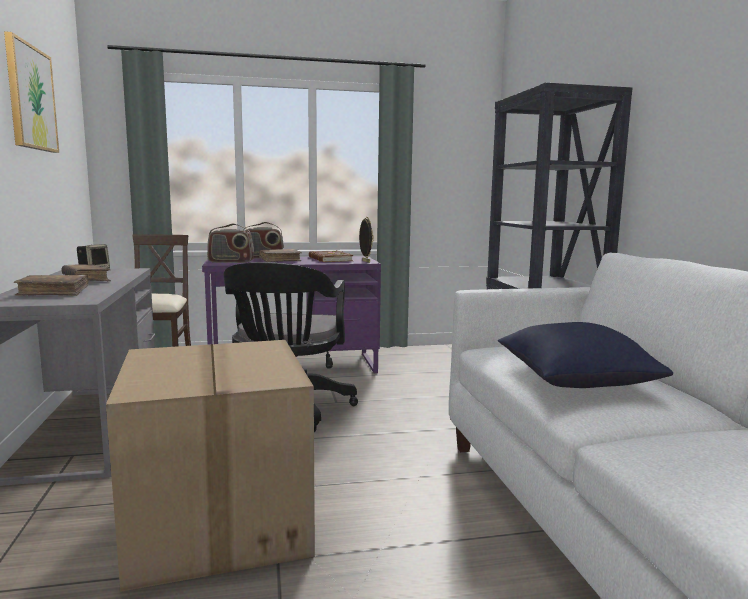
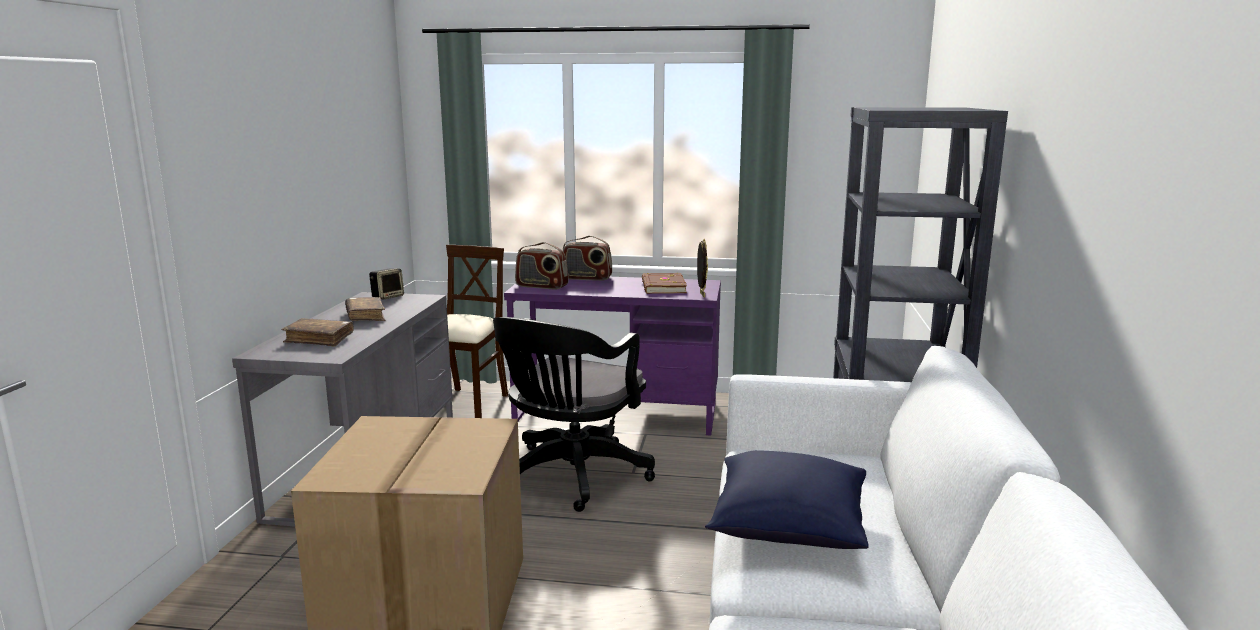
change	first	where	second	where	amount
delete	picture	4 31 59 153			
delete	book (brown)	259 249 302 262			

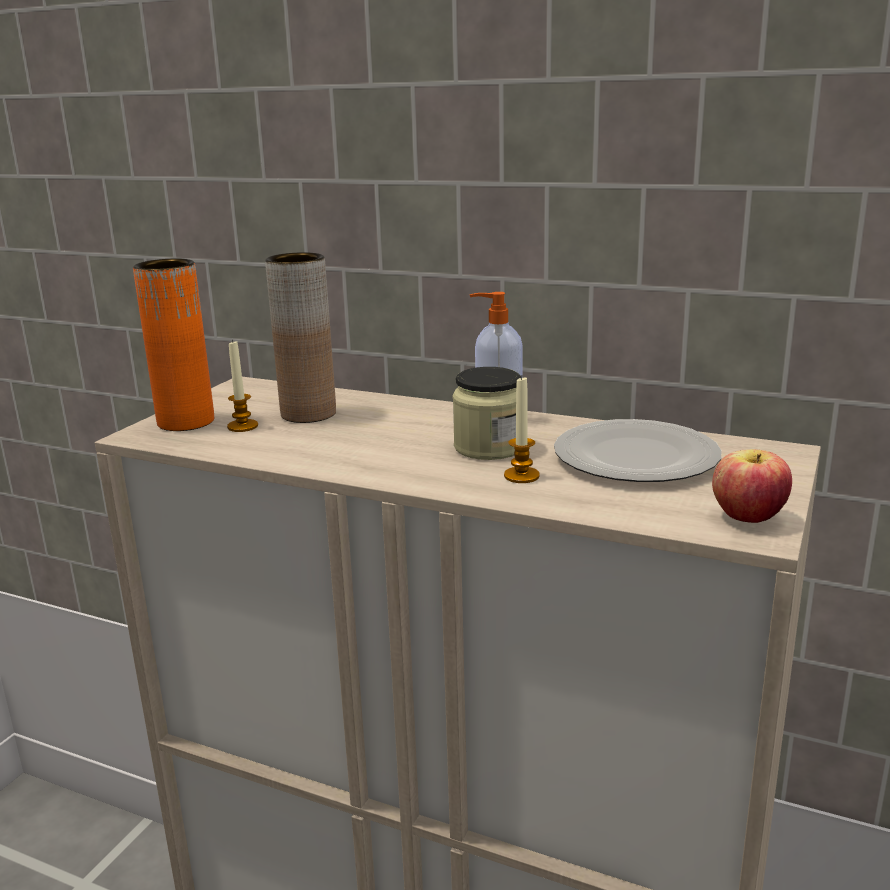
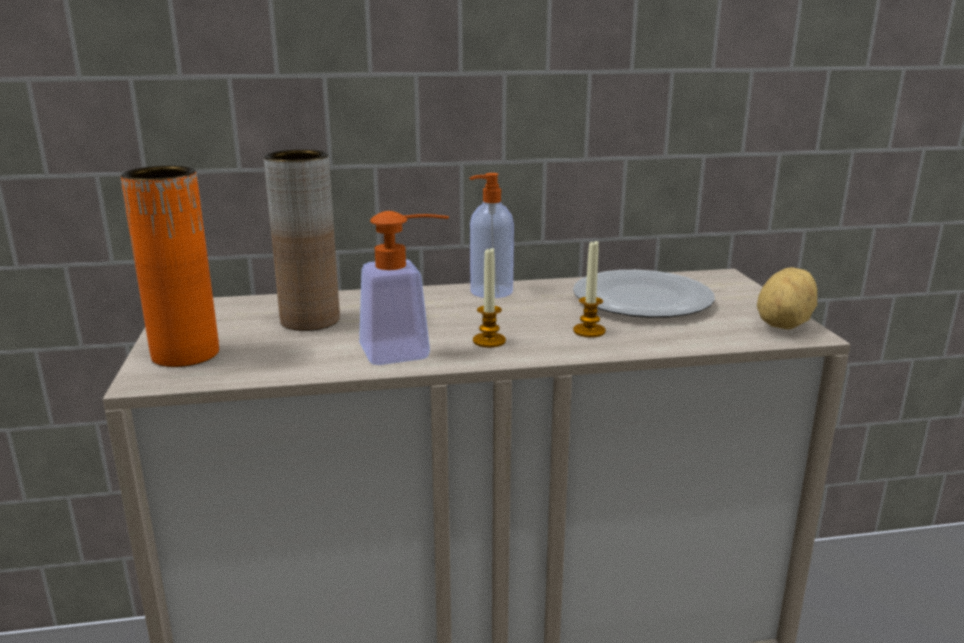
change	first	where	second	where	amount
move	candle	227 339 258 432		473 246 506 348	
delete	jar	452 367 521 460			
replace	apple	712 449 792 523	potato	757 267 817 330	
insert			soap dispenser	359 211 449 365	

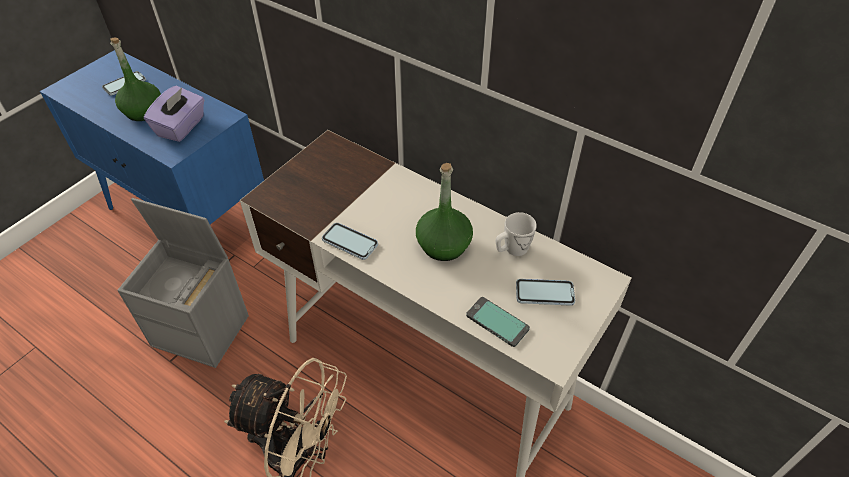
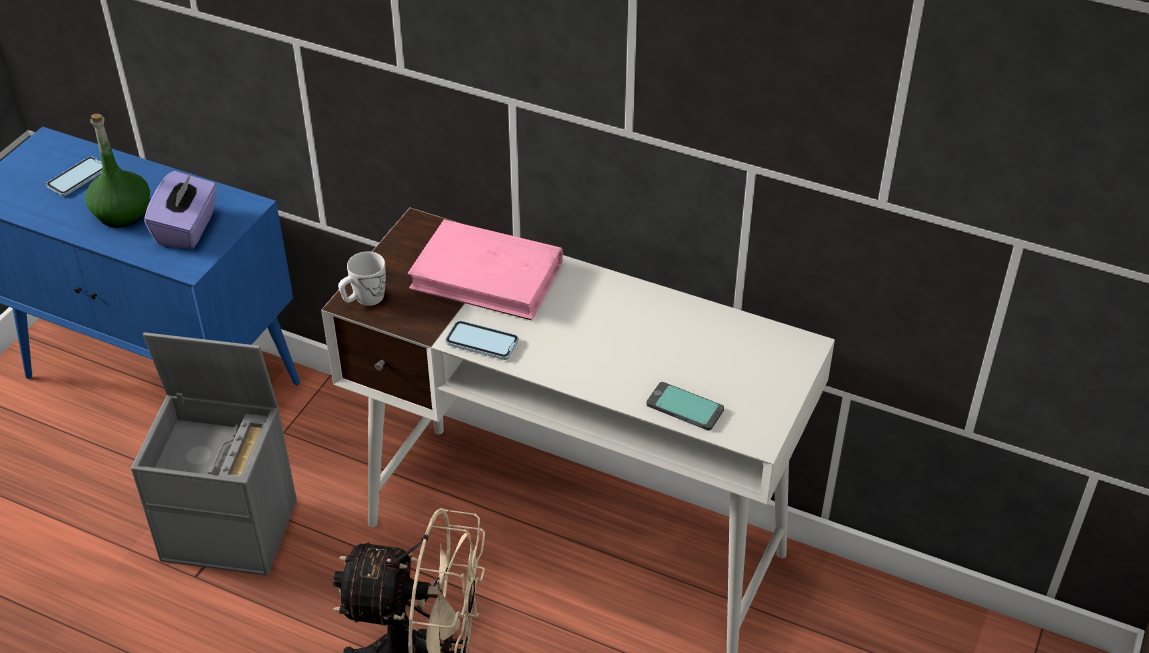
change	first	where	second	where	amount
delete	bottle (green)	416 163 473 261			
move	mug (white)	495 212 537 256		338 251 386 306	
delete	phone	516 279 575 306			
insert			book (pink)	408 219 563 320	

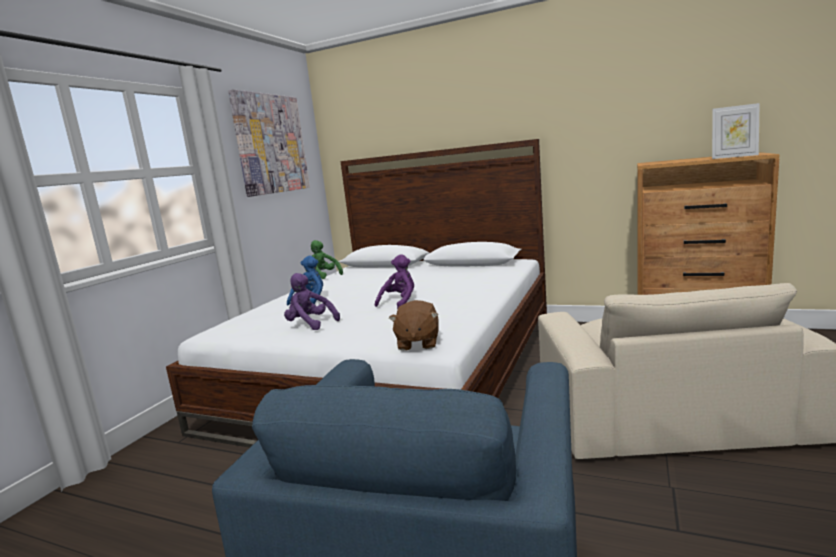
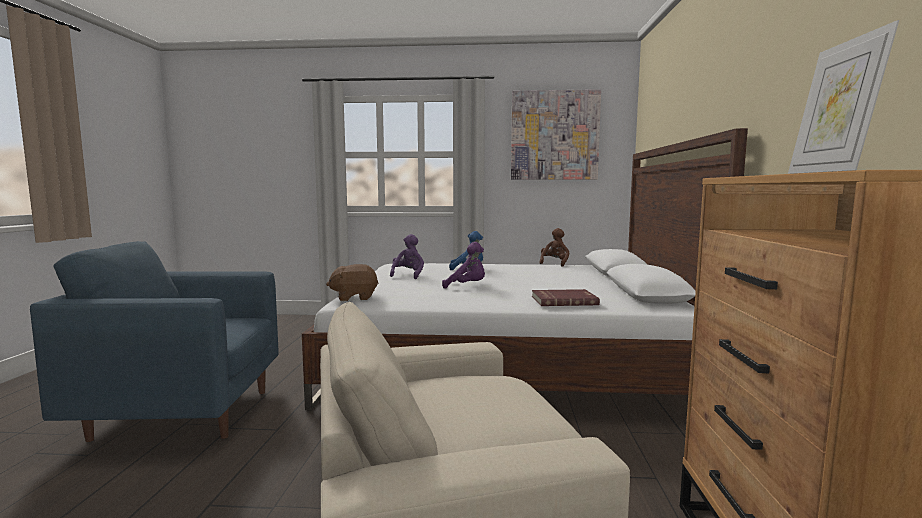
change	first	where	second	where	amount
recolor	plush toy (green)	306 240 343 279	plush toy (brown)	540 228 569 267	
insert			book (red)	532 289 600 306	

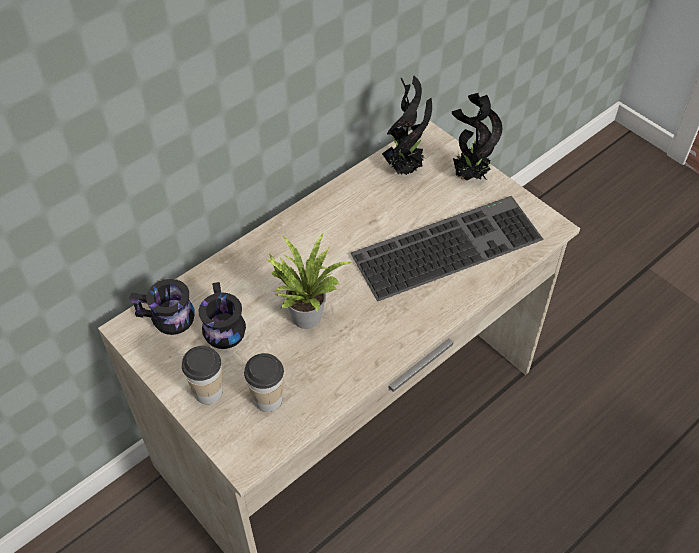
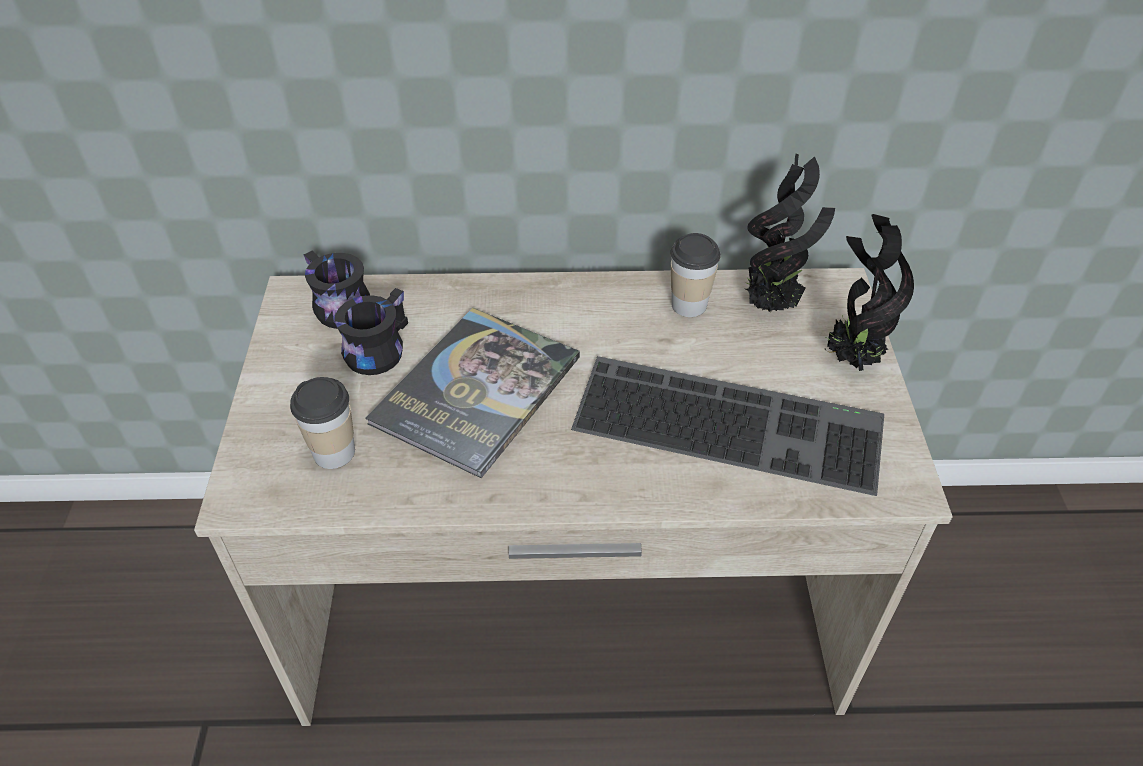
change	first	where	second	where	amount
replace	potted plant	265 234 352 329	book	365 308 580 478	
move	cup	182 346 223 404		670 233 721 317	

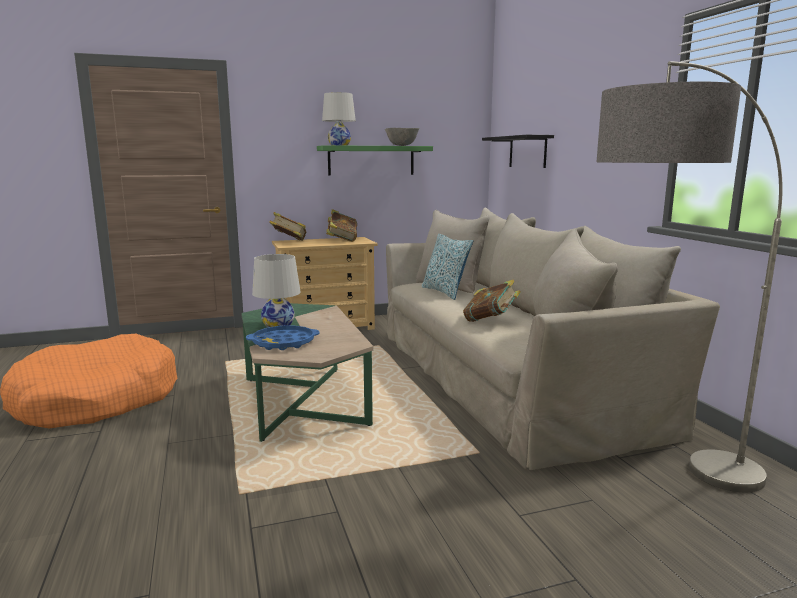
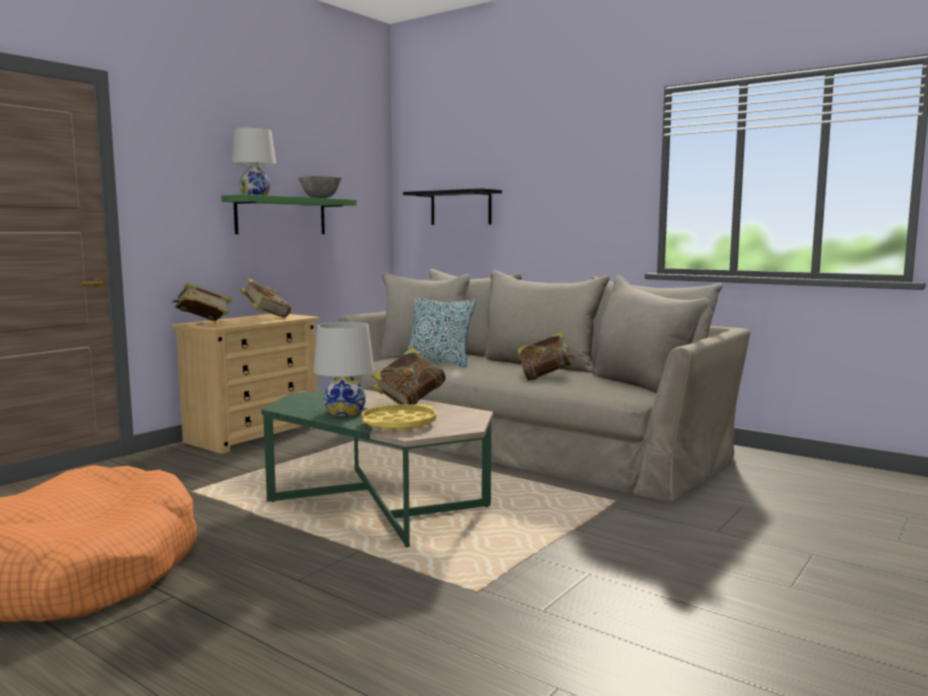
change	first	where	second	where	amount
delete	floor lamp	596 61 783 492			
recolor	tray (blue)	246 325 320 350	tray (yellow)	361 404 436 432	
insert			book	372 347 446 405	

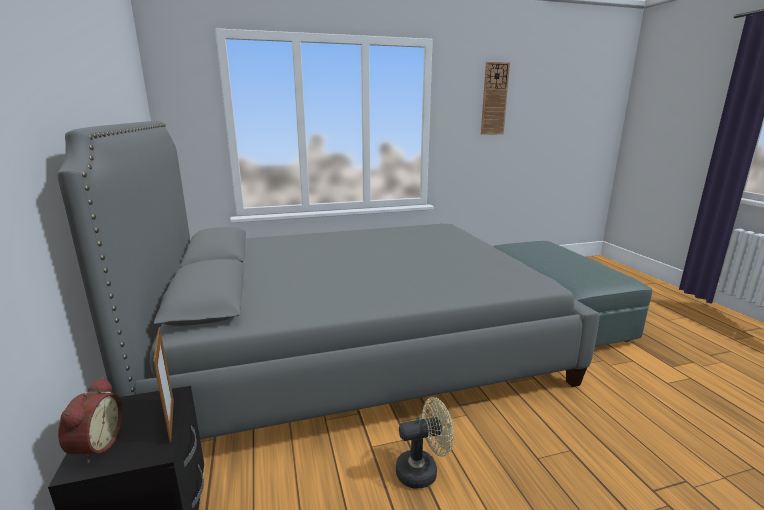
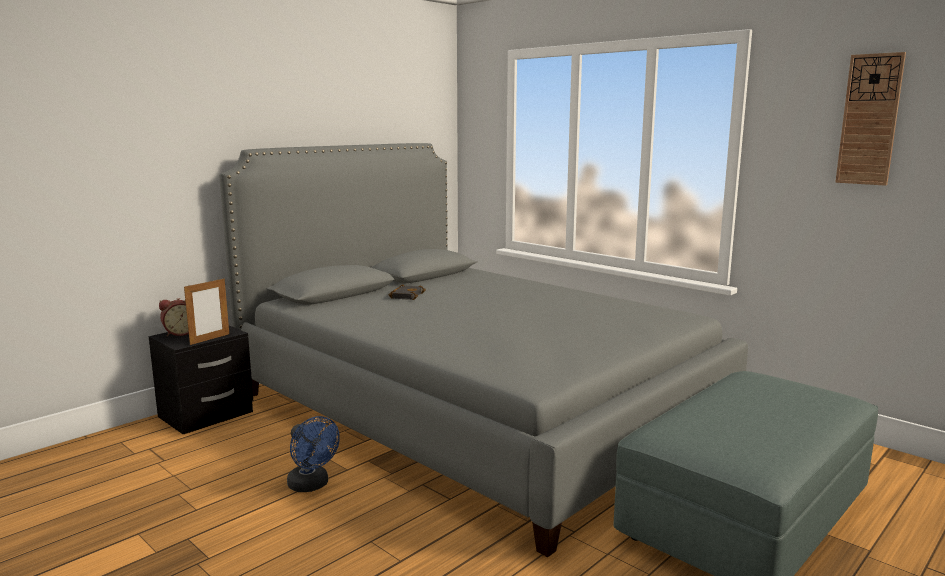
change	first	where	second	where	amount
recolor	fan (beige)	396 397 454 489	fan (blue)	287 416 340 492	
insert			book (black)	389 284 426 300	

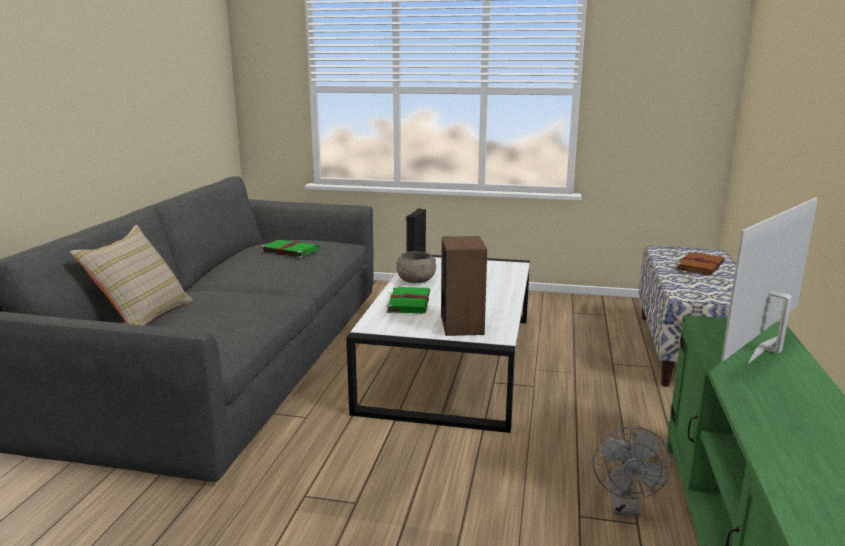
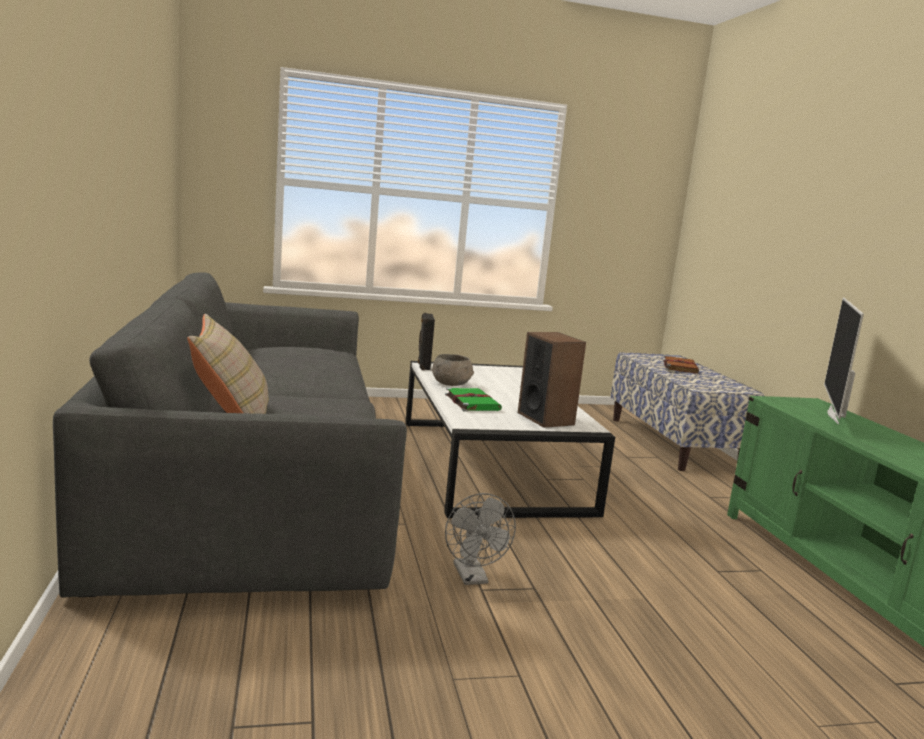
change	first	where	second	where	amount
delete	book (green)	261 240 319 258			
move	fan (grey)	593 427 672 517		445 493 516 585	

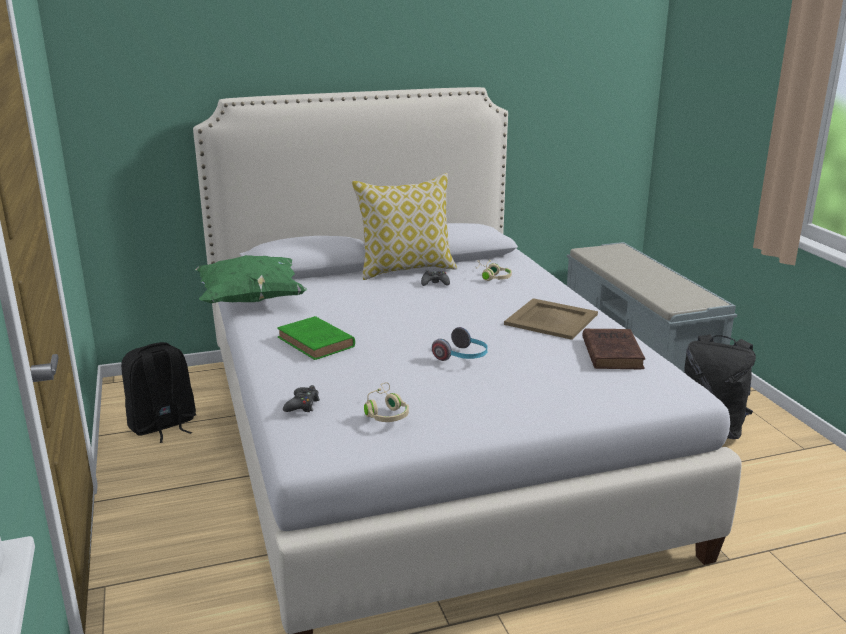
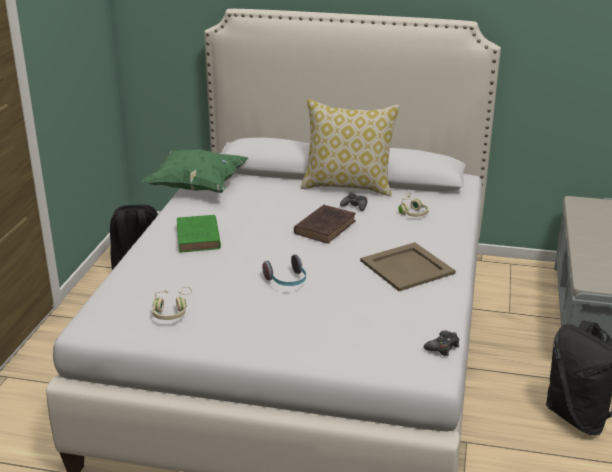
change	first	where	second	where	amount
move	book (brown)	582 328 645 369		294 205 356 243	
move	game controller (black)	283 385 320 412		424 330 460 356	

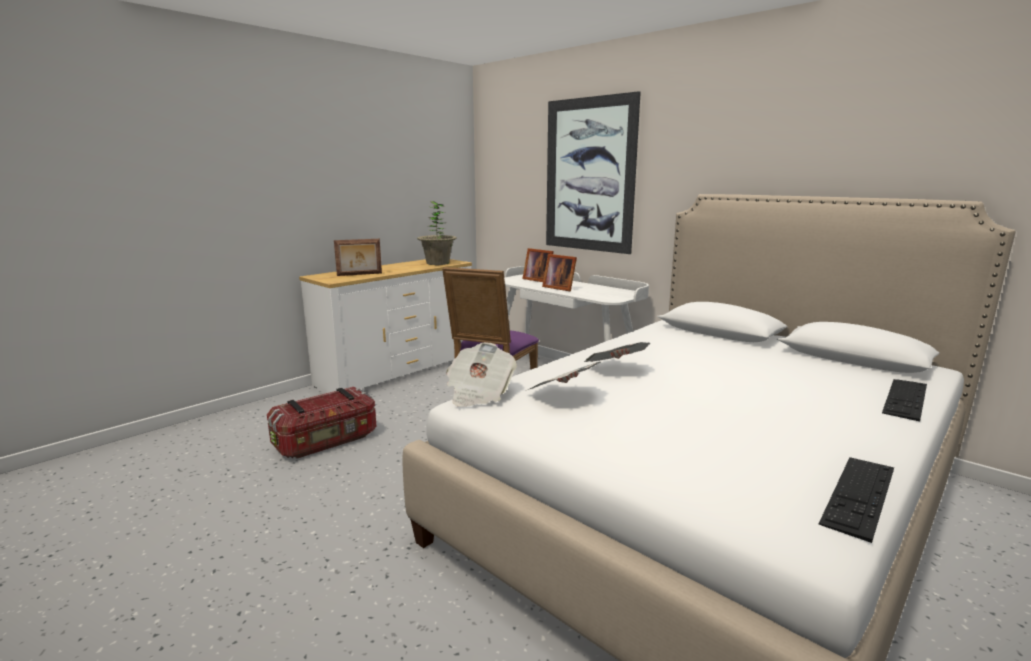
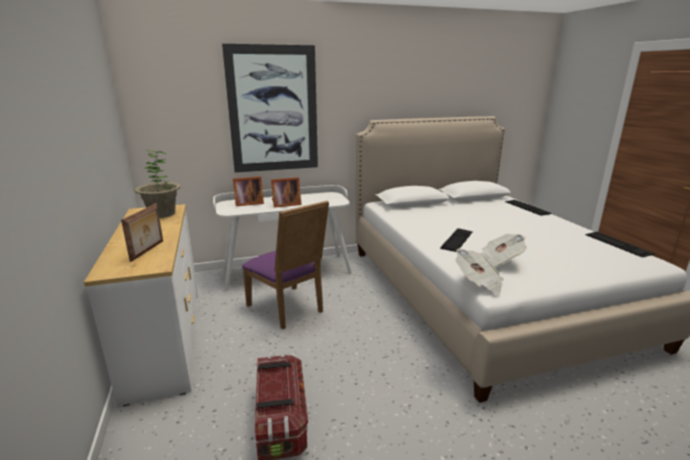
change	first	where	second	where	amount
replace	newspaper	584 342 651 362	keyboard	440 228 472 252	

